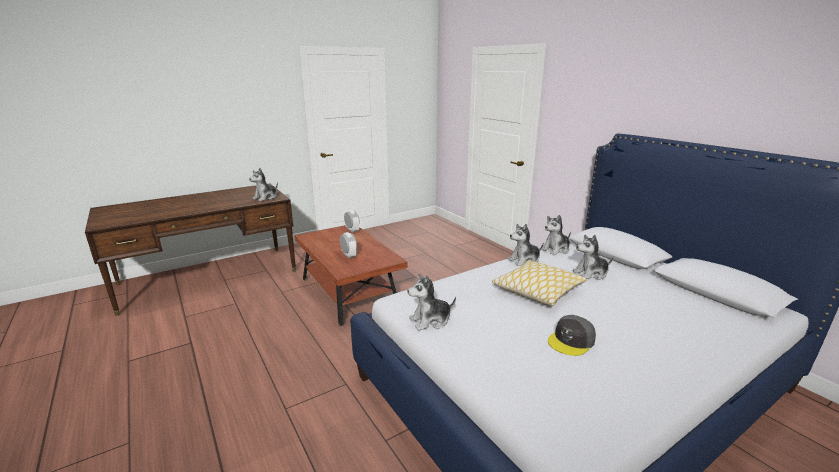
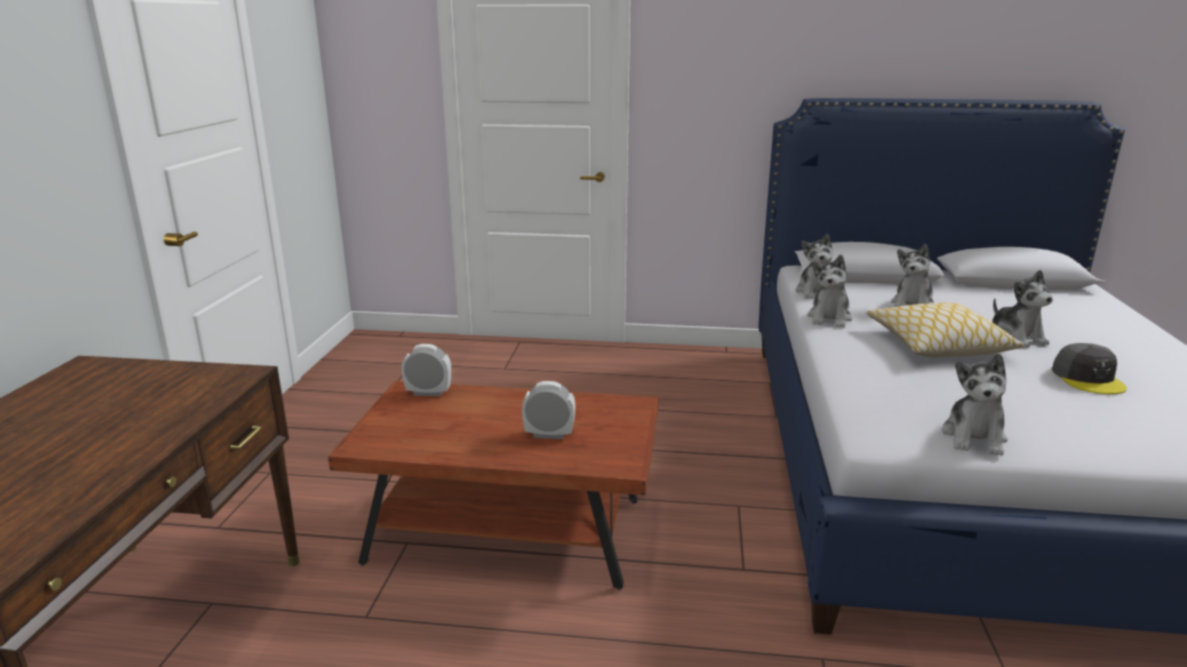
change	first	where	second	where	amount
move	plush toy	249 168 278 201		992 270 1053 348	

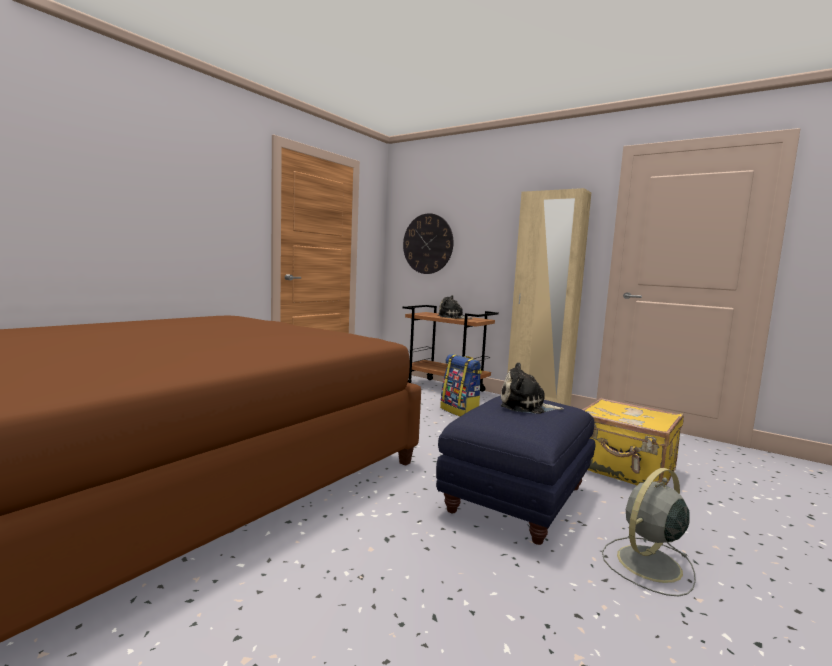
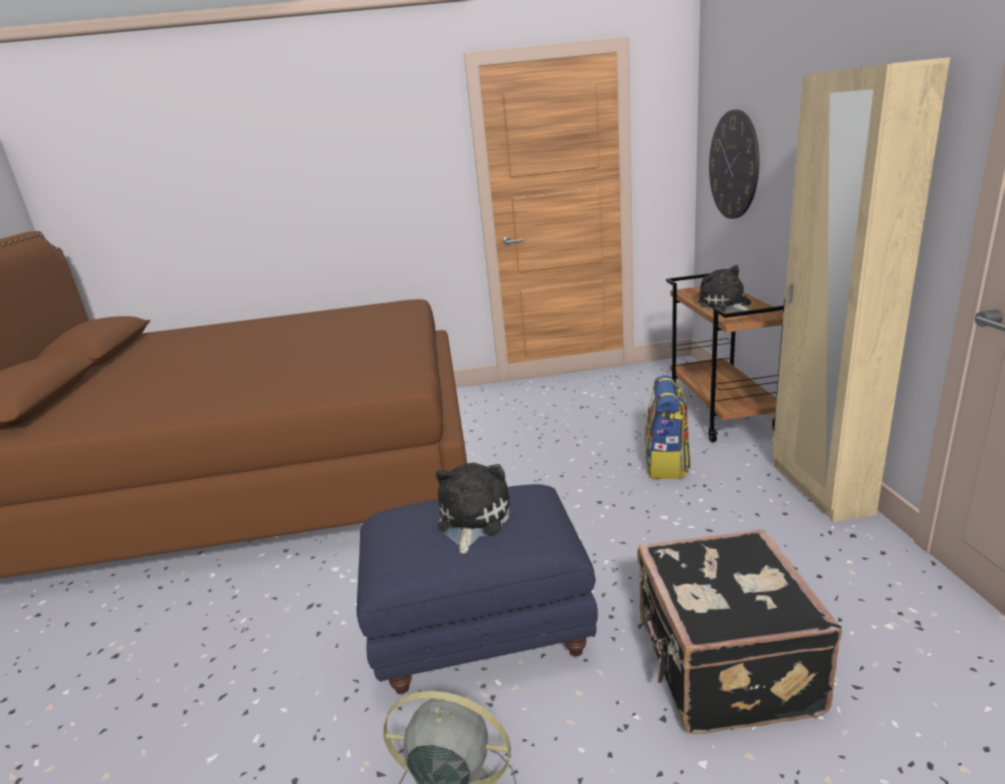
change	first	where	second	where	amount
rotate	plush toy	501 362 564 414		436 463 510 554	45 degrees clockwise
recolor	suitcase (yellow)	582 398 684 485	suitcase (black)	637 529 842 734	

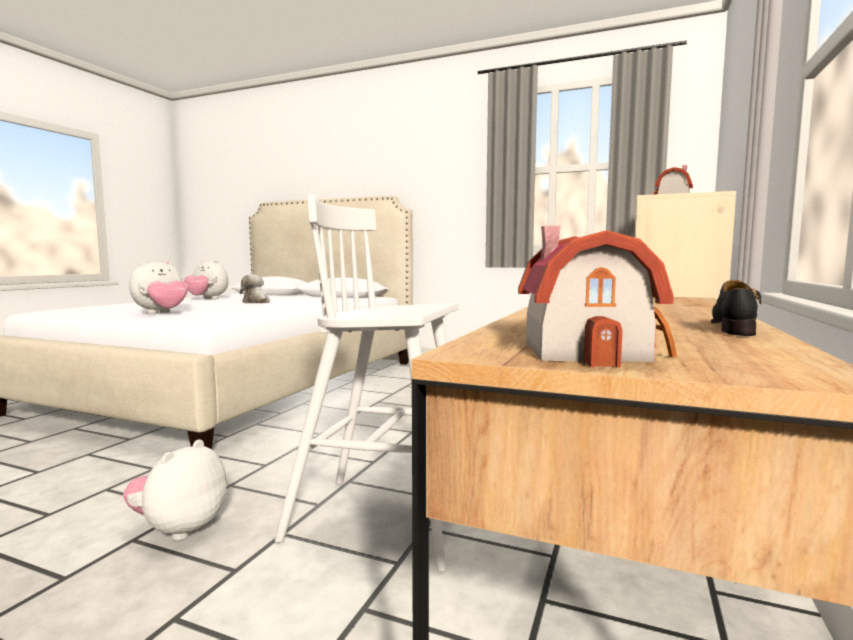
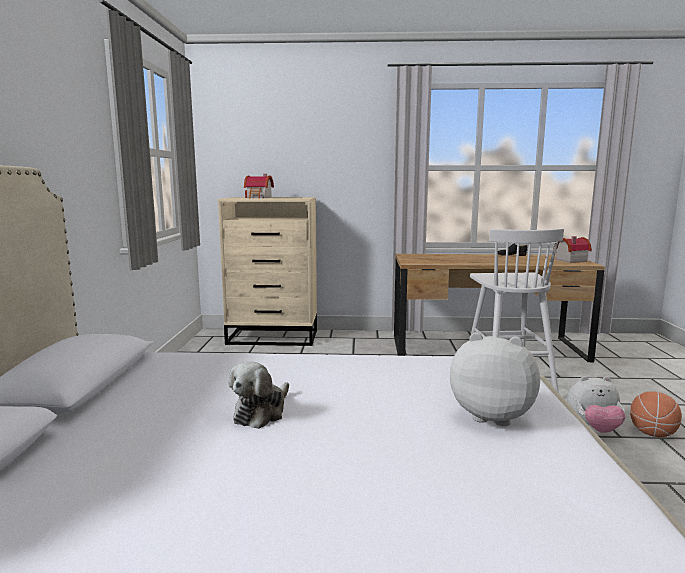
change	first	where	second	where	amount
delete	plush toy	184 260 228 299			
insert			basketball	630 392 682 437	

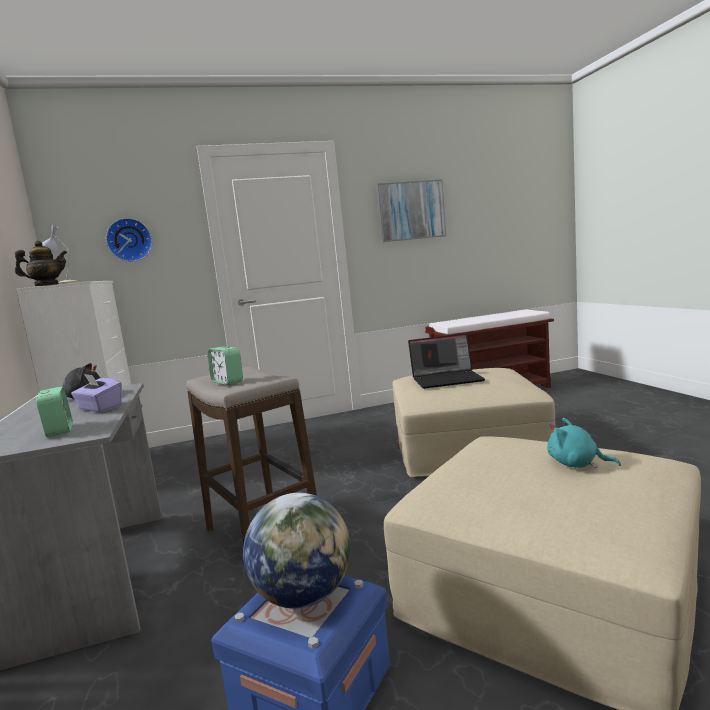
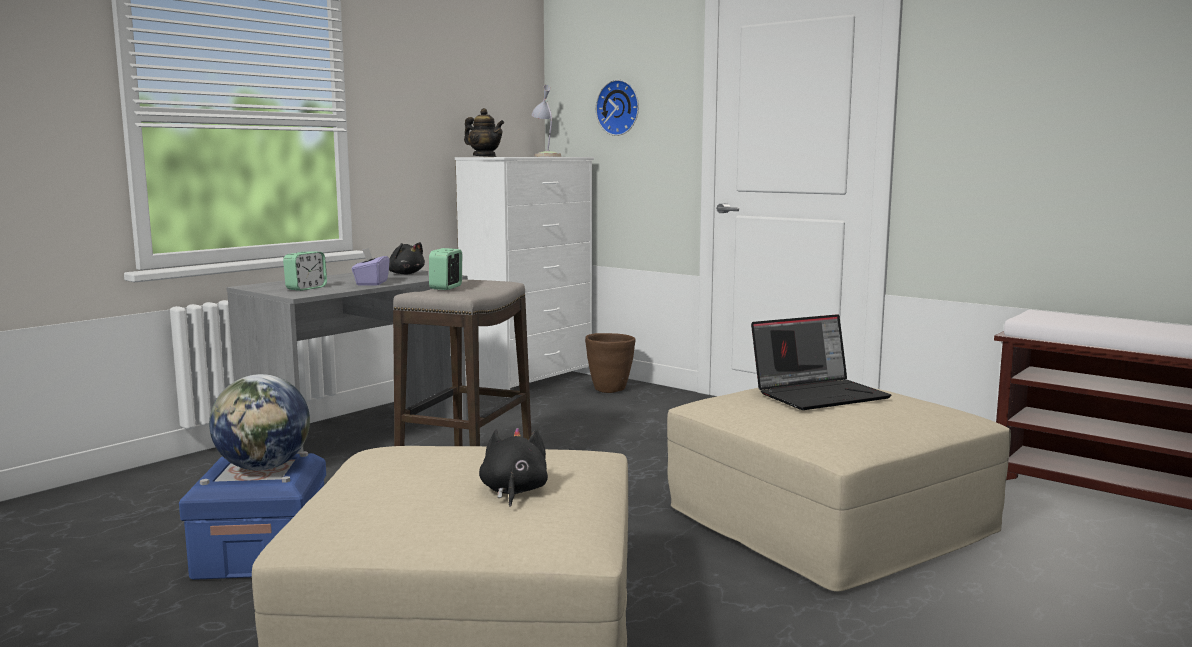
change	first	where	second	where	amount
delete	picture	376 179 446 242			
rotate	laptop	408 333 485 389		751 314 892 410	75 degrees counterclockwise
recolor	plush toy (turquoise)	547 418 621 469	plush toy (black)	479 428 548 507	
insert			planter (brown)	585 333 636 393	

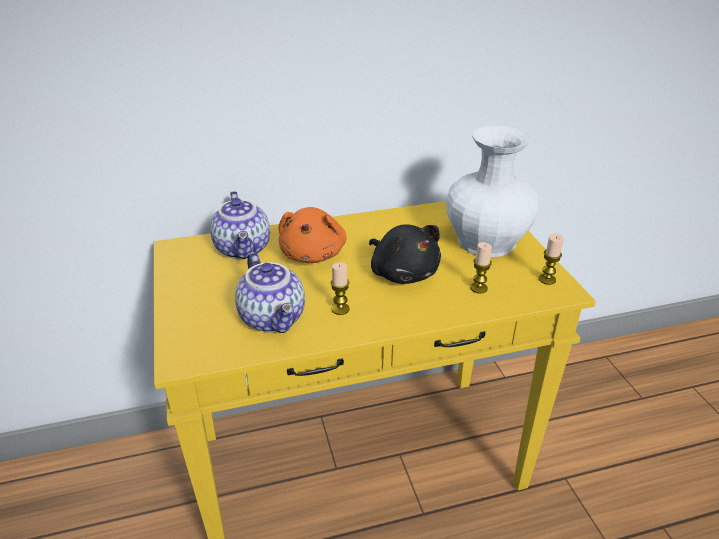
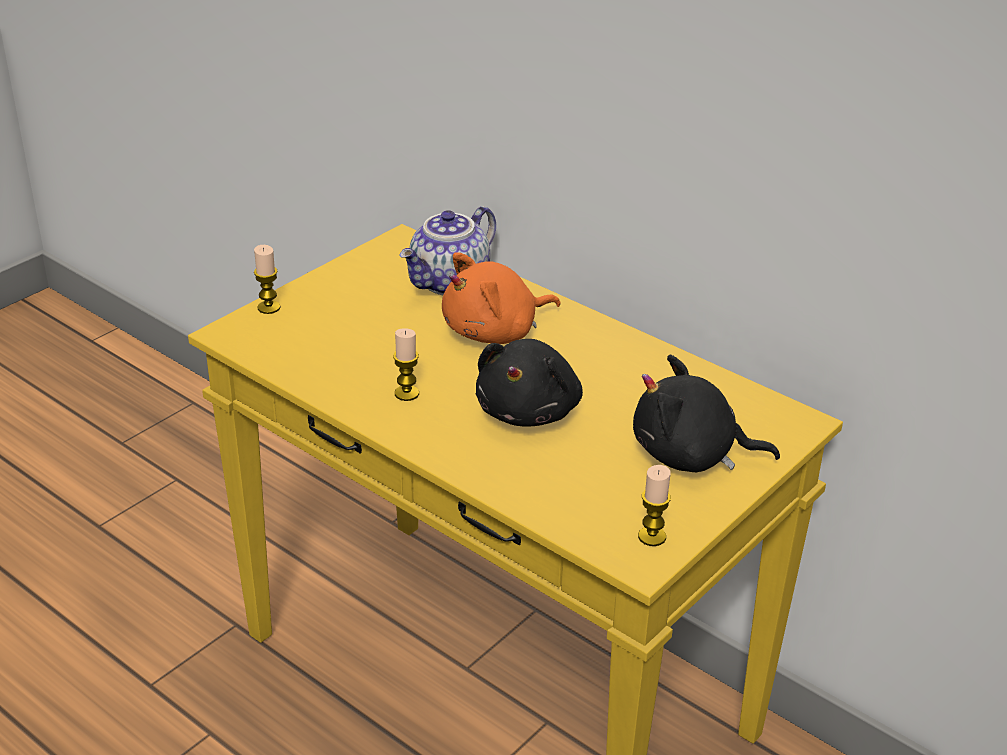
change	first	where	second	where	amount
replace	vase (white)	446 125 538 257	plush toy (black)	633 355 780 472	
move	candle	470 242 492 294		254 245 281 314	
delete	teapot	235 252 305 333			

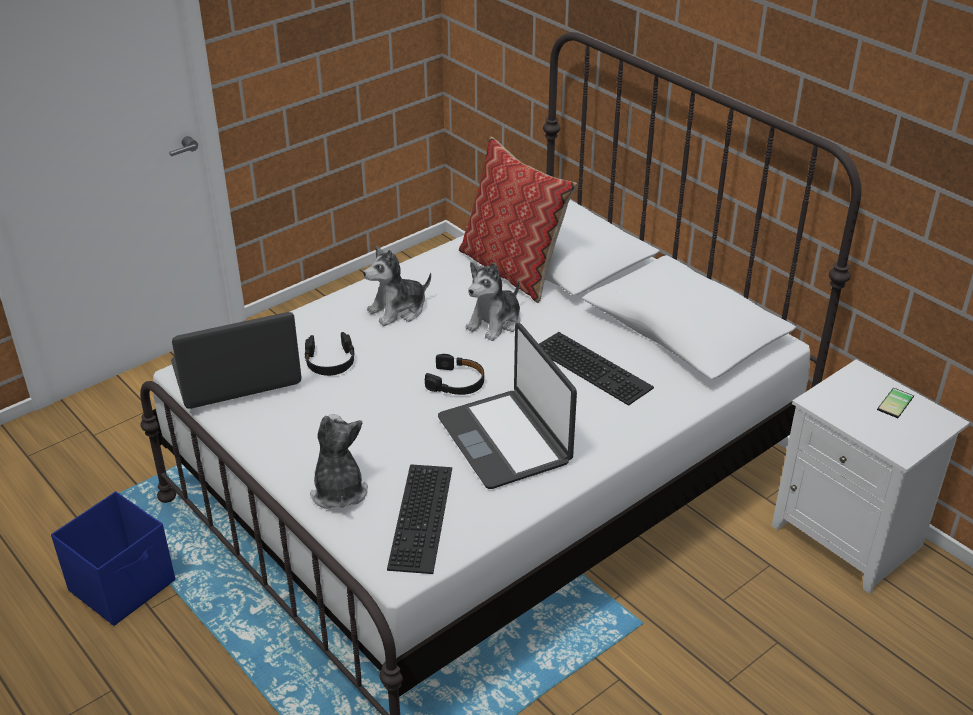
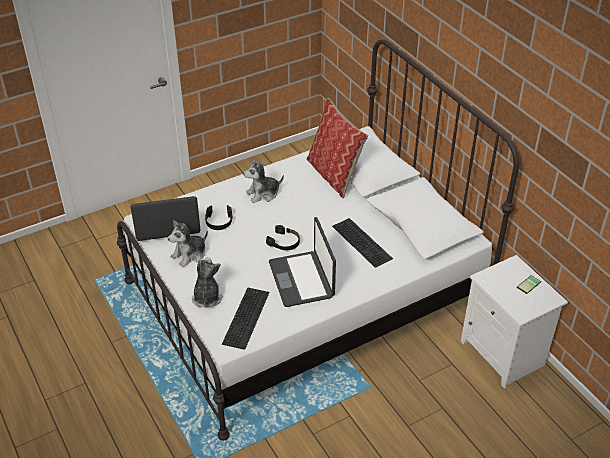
change	first	where	second	where	amount
move	plush toy	466 262 520 341		168 220 208 267	
delete	storage box (blue)	51 491 175 626			

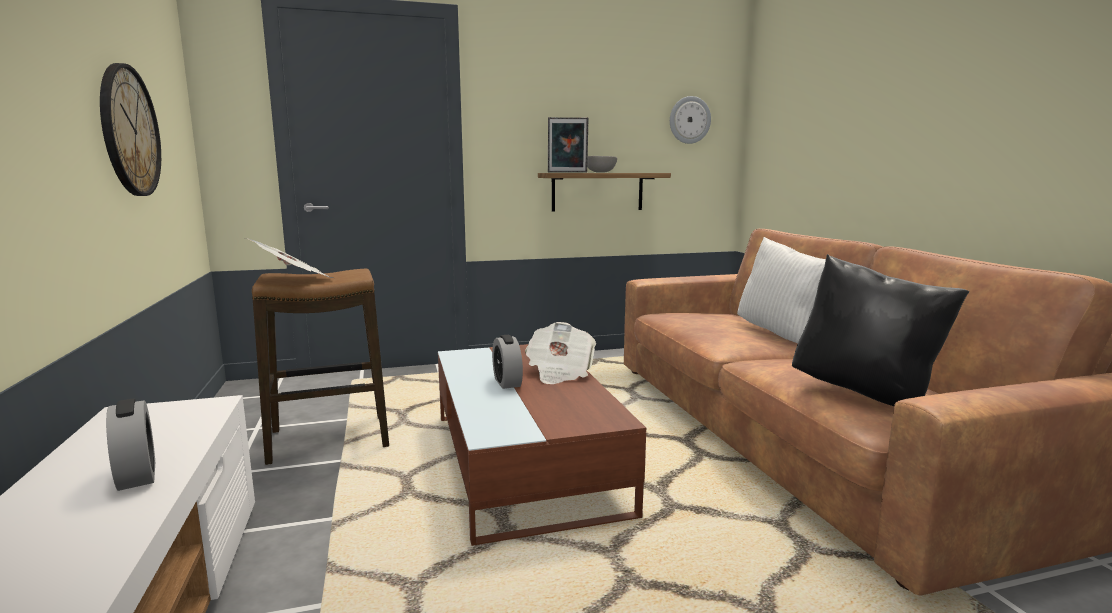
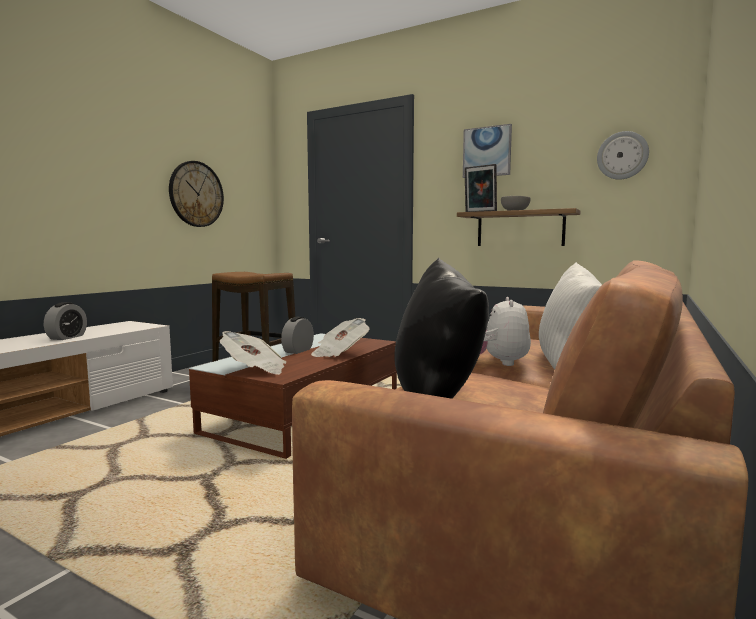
change	first	where	second	where	amount
move	newspaper	245 238 333 278		220 331 286 375	
insert			picture	463 124 512 178	
insert			plush toy	480 297 531 366	

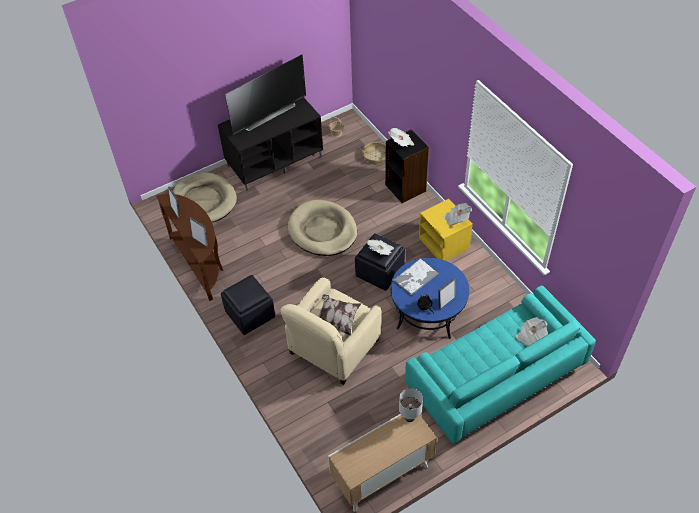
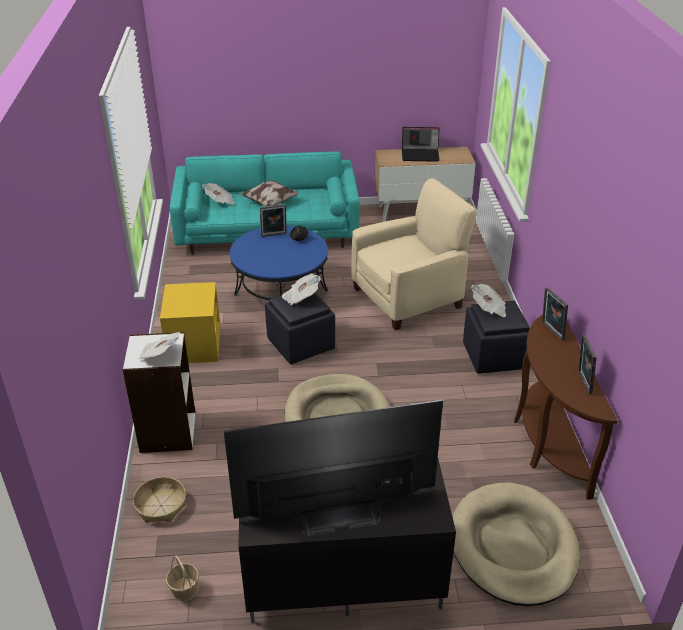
change	first	where	second	where	amount
recolor	bookcase (black)	385 130 429 203	bookcase (white)	123 332 196 453	
move	newspaper	443 203 472 226		471 284 506 317	
delete	tray	393 258 439 296			
move	pillow	318 294 361 336		240 180 300 206	
delete	table lamp (white)	399 388 423 422			
insert			laptop	402 127 440 162	

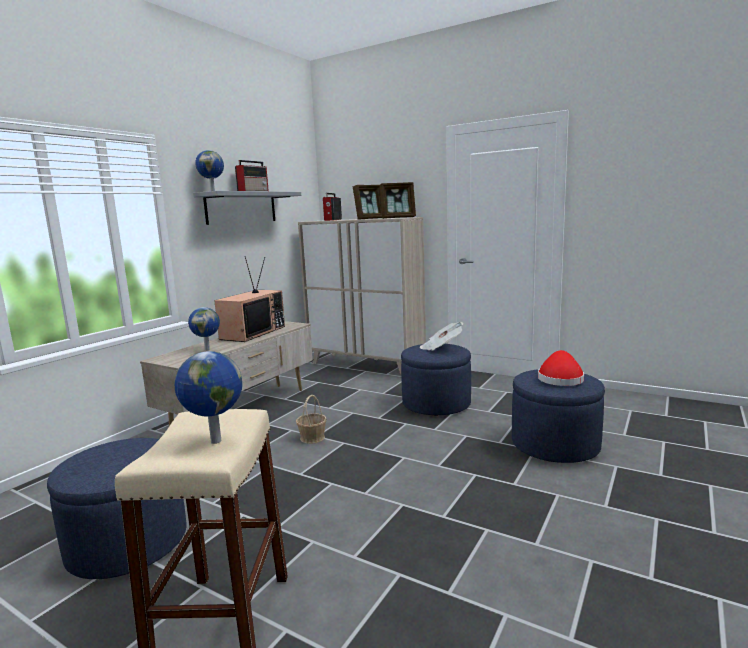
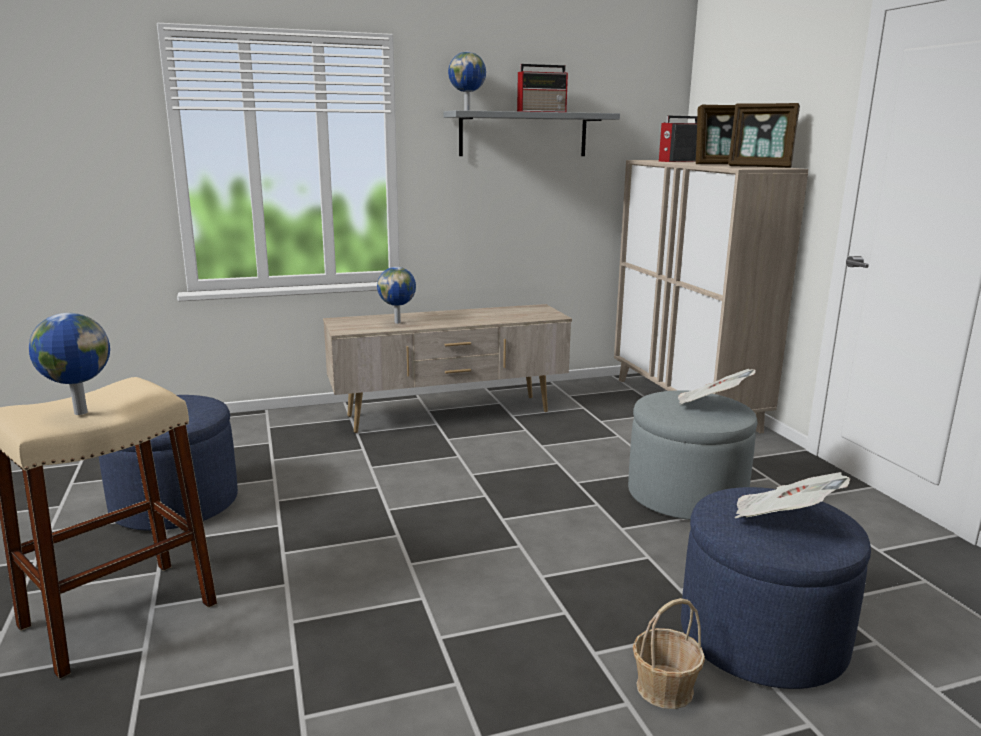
change	first	where	second	where	amount
delete	television	214 256 285 342			
recolor	ottoman (blue)	401 344 471 416	ottoman (grey)	628 390 757 520	
replace	hat (red)	538 350 584 386	newspaper	735 472 850 518	
move	basket	296 395 327 444		633 598 705 709	

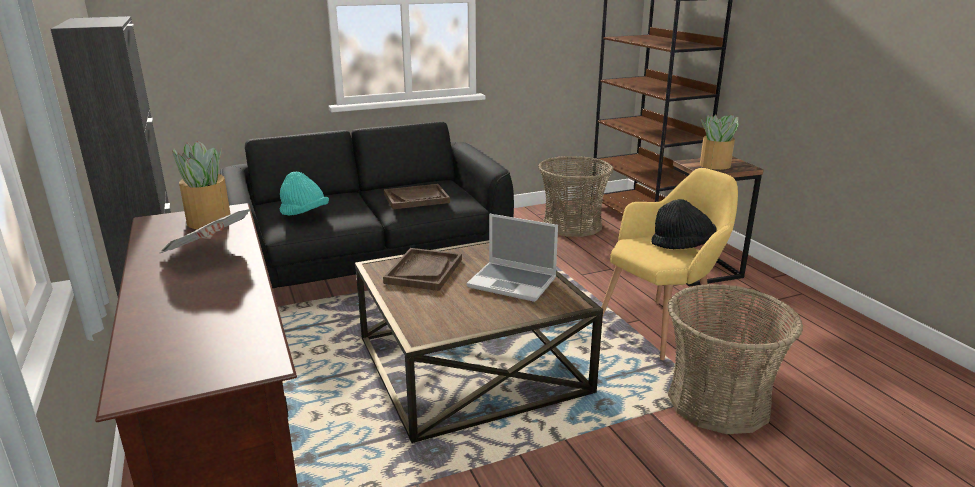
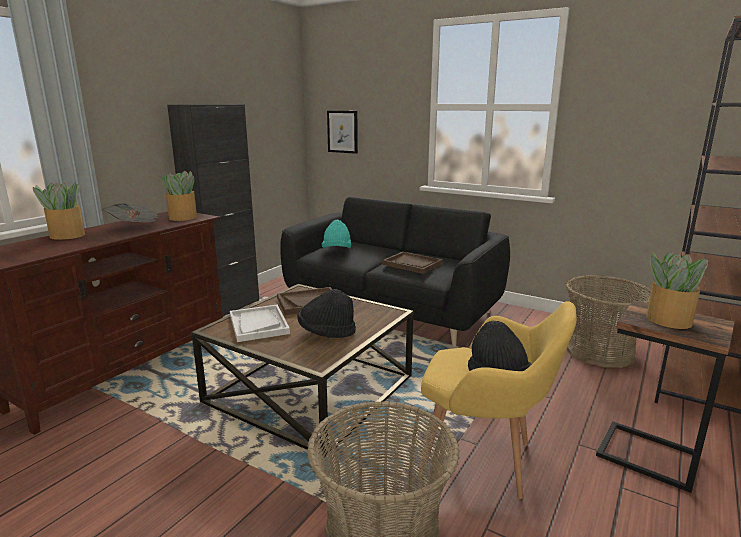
change	first	where	second	where	amount
replace	laptop	466 214 558 302	hat (black)	297 289 356 338	
insert			picture	327 111 358 154	
insert			potted plant	33 182 85 240	
insert			tray (white)	230 305 290 342	

